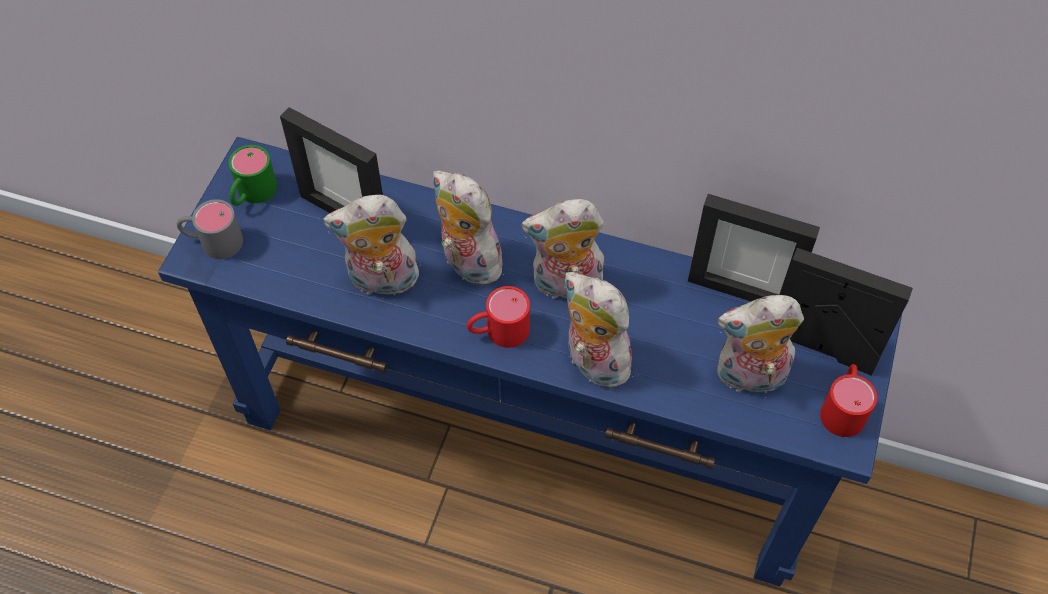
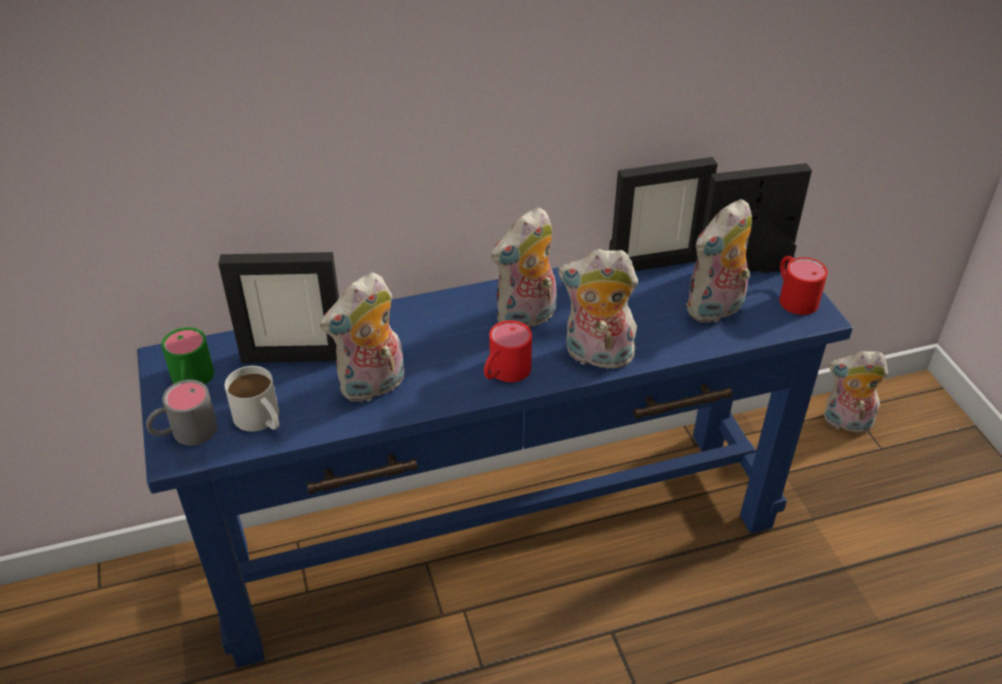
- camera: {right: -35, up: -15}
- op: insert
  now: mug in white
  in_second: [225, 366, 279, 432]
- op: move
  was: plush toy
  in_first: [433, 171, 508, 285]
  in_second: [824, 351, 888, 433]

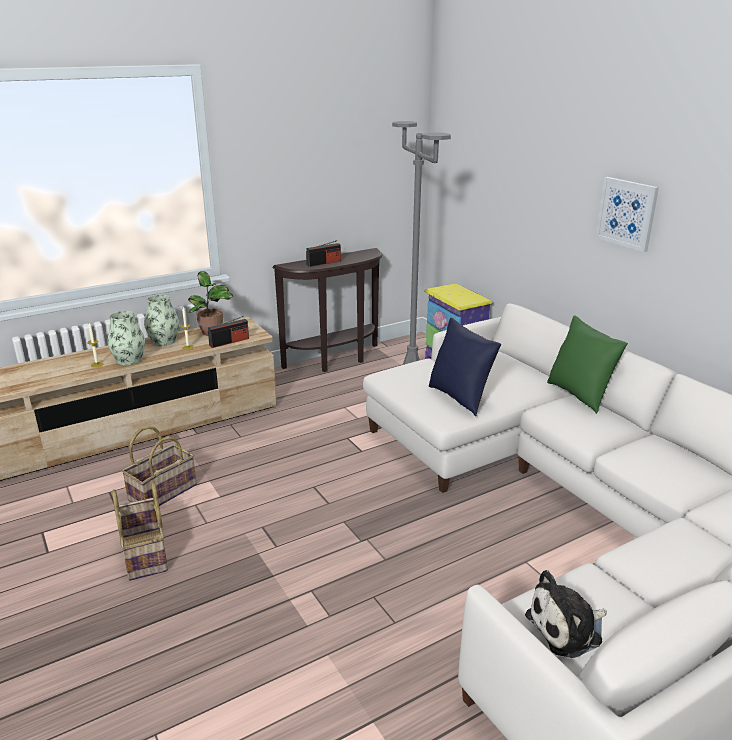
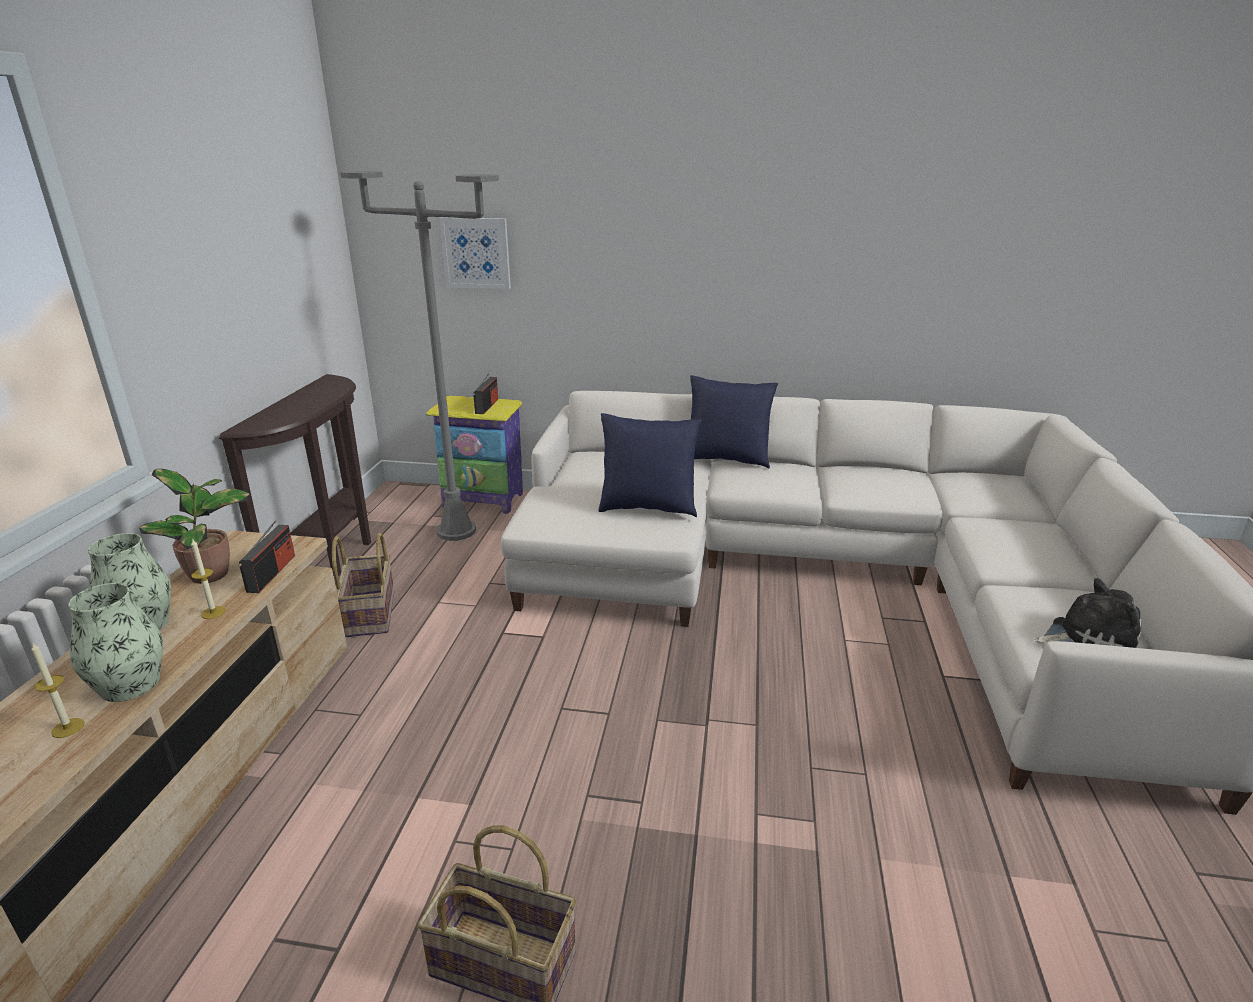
- camera: {right: -50, up: 0}
- op: move
  was: basket
  in_first: [122, 426, 197, 506]
  in_second: [332, 533, 395, 637]
- op: move
  was: picture
  in_first: [595, 177, 659, 252]
  in_second: [439, 217, 511, 289]
- op: move
  was: radio
  in_first: [306, 240, 341, 267]
  in_second: [473, 374, 498, 414]
- op: recolor
  was: pillow in green
  now: pillow in blue
  in_first: [547, 315, 628, 414]
  in_second: [690, 375, 778, 468]
- op: rotate
  was: plush toy
  in_first: [525, 570, 607, 658]
  in_second: [1035, 578, 1142, 648]
  clockwise: -105

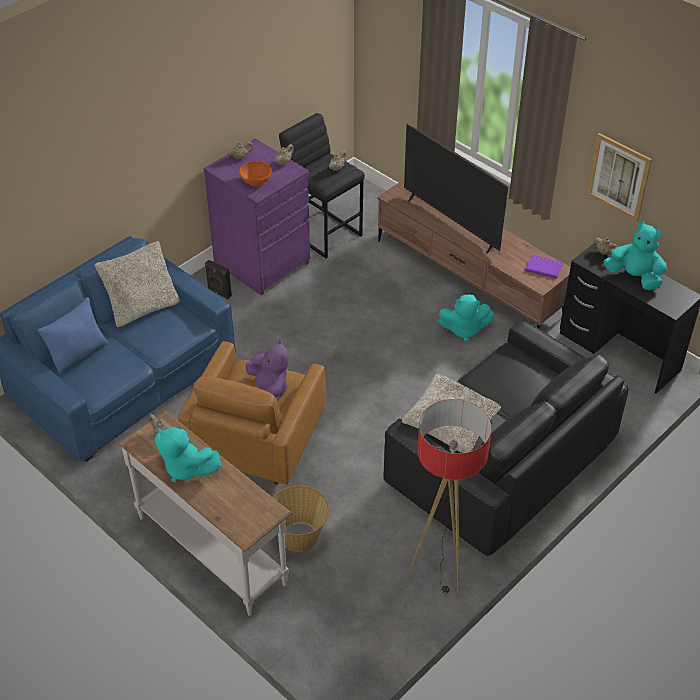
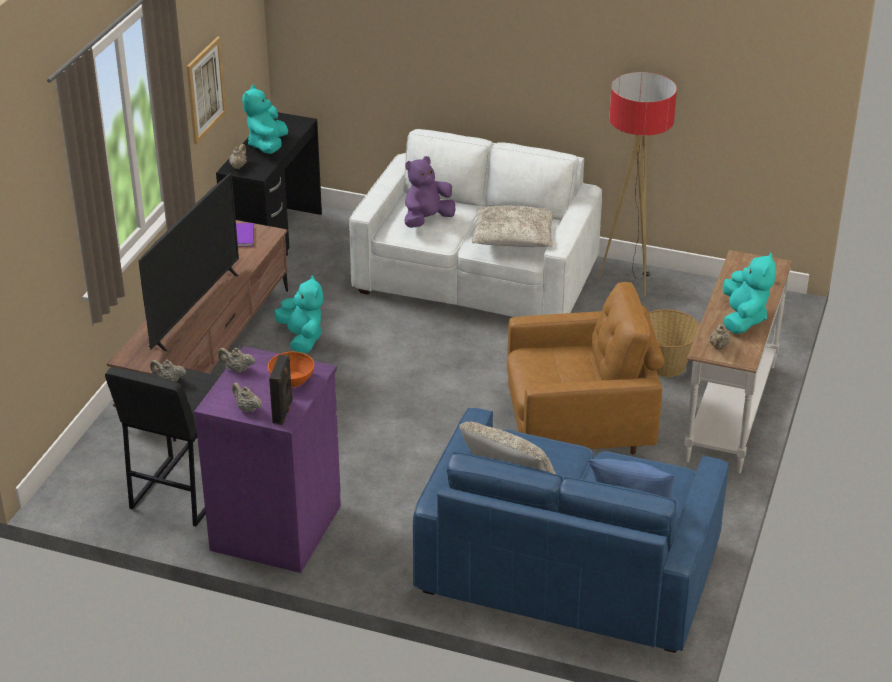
- camera: {right: -115, up: -10}
- op: move
  was: speaker in black
  in_first: [205, 260, 232, 299]
  in_second: [269, 354, 293, 425]
- op: recolor
  was: sofa in black
  now: sofa in white
  in_first: [383, 320, 628, 557]
  in_second: [349, 129, 602, 317]
- op: move
  was: plush toy in purple
  in_first: [246, 340, 289, 402]
  in_second: [404, 156, 455, 228]

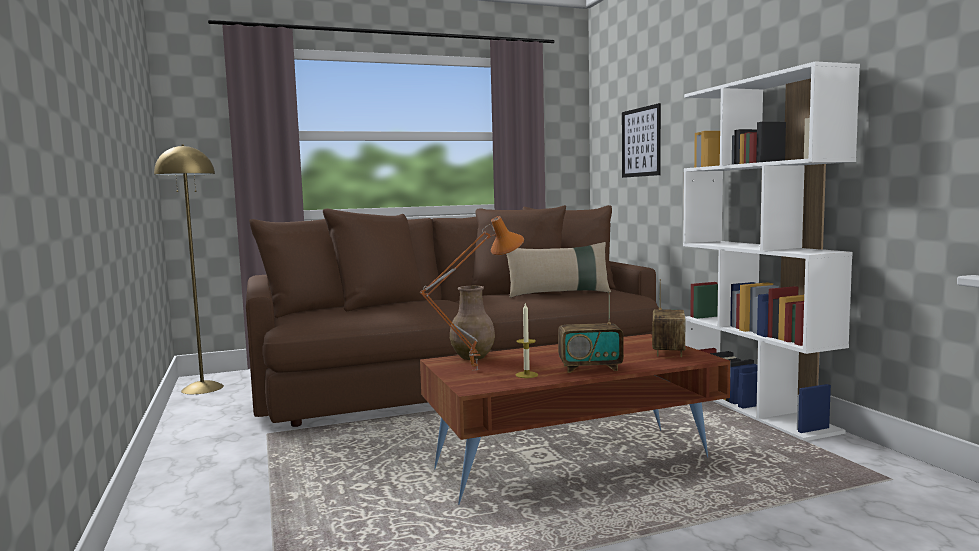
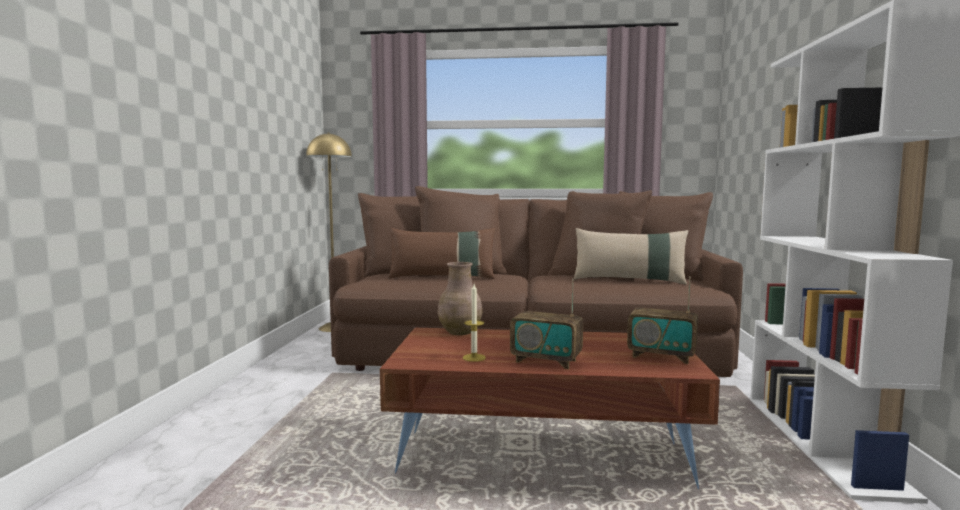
- camera: {right: 25, up: 0}
- op: insert
  now: pillow in brown
  in_second: [389, 228, 496, 279]
- op: rotate
  was: radio
  in_first: [652, 279, 685, 357]
  in_second: [627, 276, 698, 364]
  clockwise: 75
- op: delete
  was: table lamp in orange
  in_first: [420, 216, 524, 371]
- op: delete
  was: picture
  in_first: [622, 103, 661, 178]

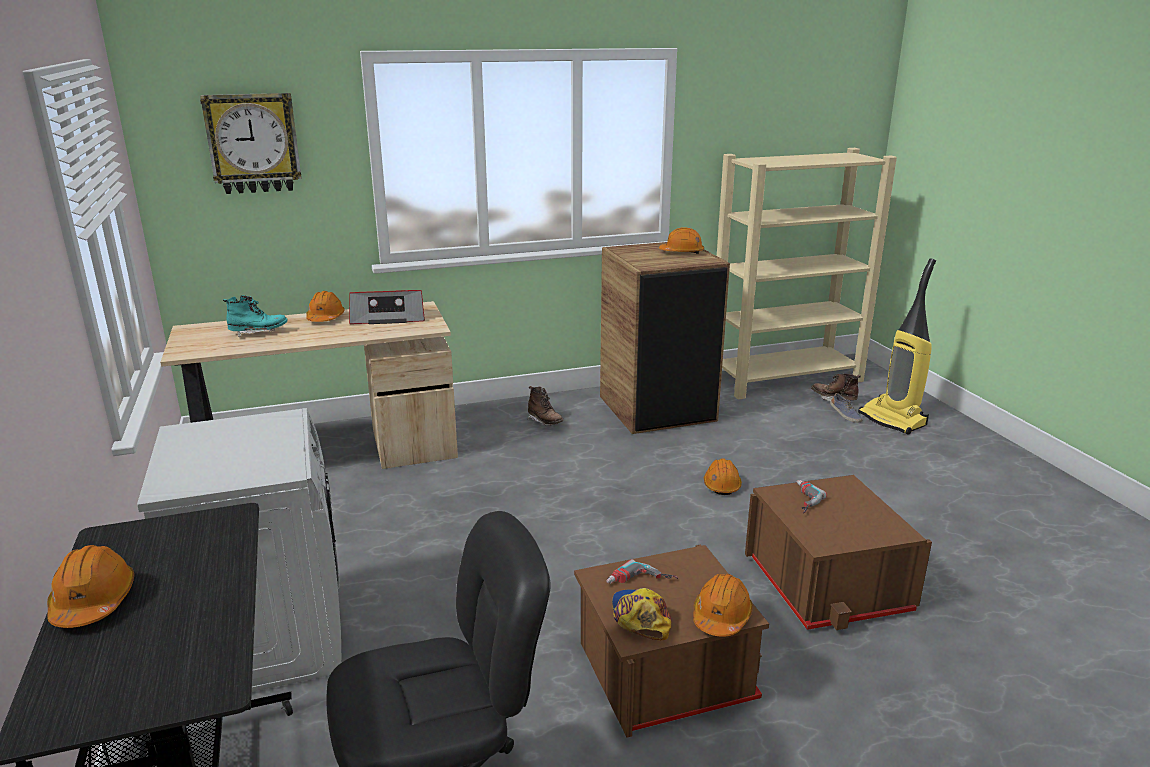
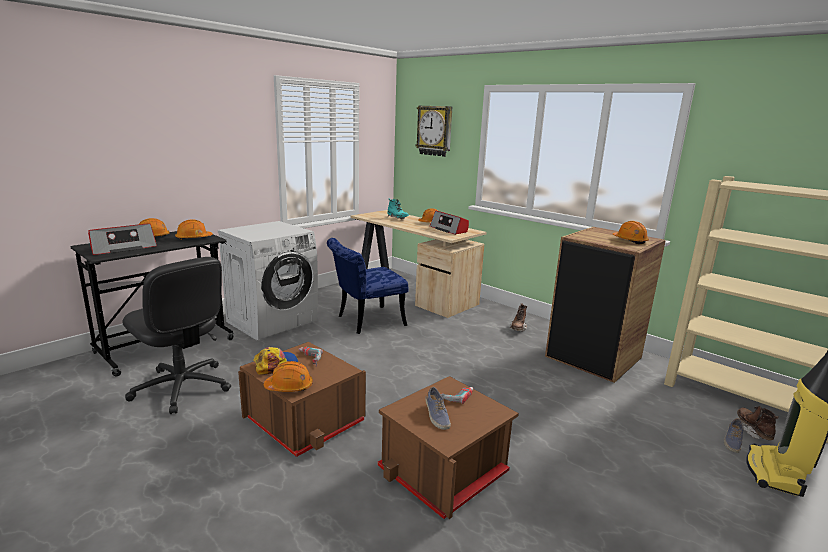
- camera: {right: 60, up: -5}
- op: insert
  now: radio
  in_second: [88, 223, 157, 255]
- op: move
  was: hard hat in orange
  in_first: [704, 458, 742, 495]
  in_second: [175, 219, 213, 240]
- op: insert
  now: chair in blue
  in_second: [327, 238, 408, 334]
- op: insert
  now: shoe
  in_second: [425, 387, 451, 430]

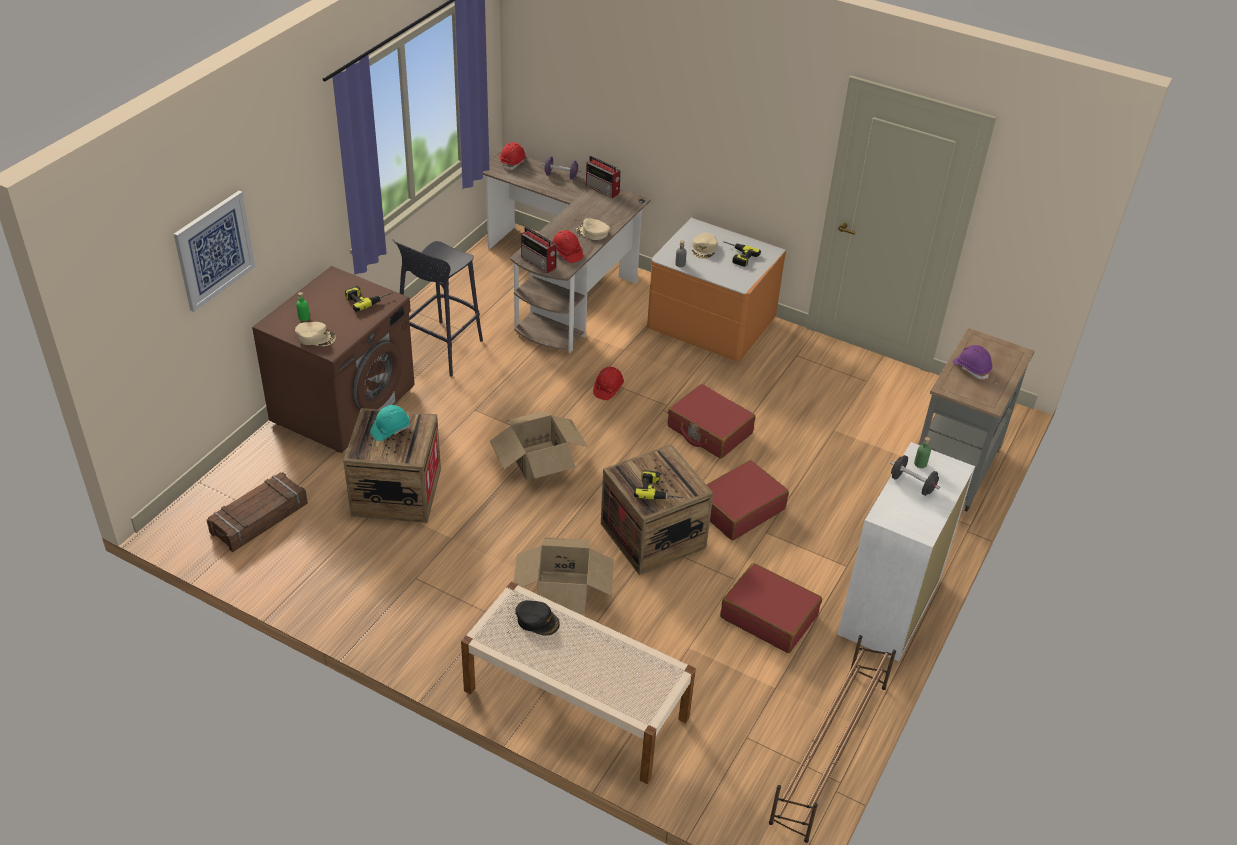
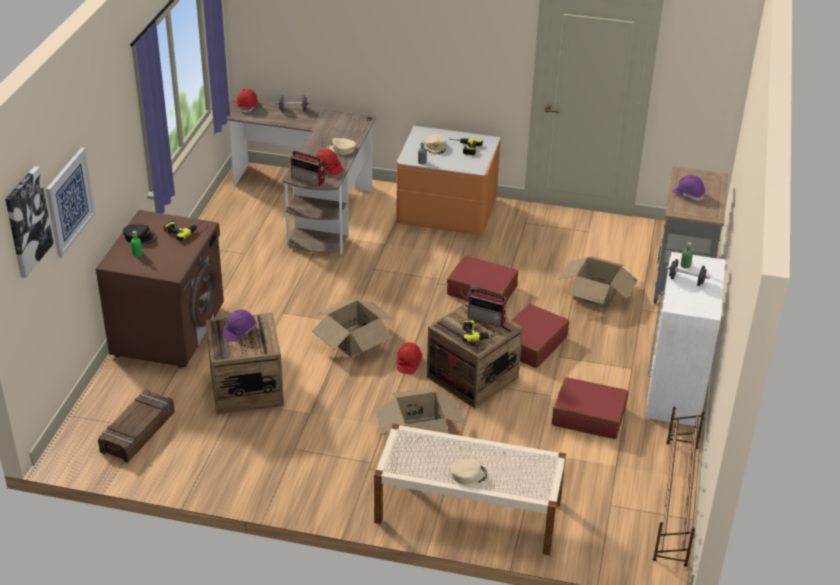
- camera: {right: -15, up: -5}
- op: insert
  now: picture
  in_second: [5, 166, 53, 278]
- op: move
  was: cap in black
  in_first: [515, 600, 560, 636]
  in_second: [122, 224, 157, 244]
- op: recolor
  was: hard hat in turquoise
  now: hard hat in purple
  in_first: [370, 405, 410, 441]
  in_second: [223, 309, 255, 342]
- op: move
  was: hard hat in red
  in_first: [593, 367, 624, 400]
  in_second: [396, 342, 422, 374]
- op: move
  was: cap in beige
  in_first: [295, 322, 336, 346]
  in_second: [450, 459, 489, 485]
- op: move
  was: radio
  in_first: [586, 156, 621, 198]
  in_second: [468, 288, 507, 327]
- op: insert
  now: cardboard box
  in_second: [558, 257, 638, 309]
- op: delete
  was: stool in grey
  in_first: [392, 239, 483, 377]

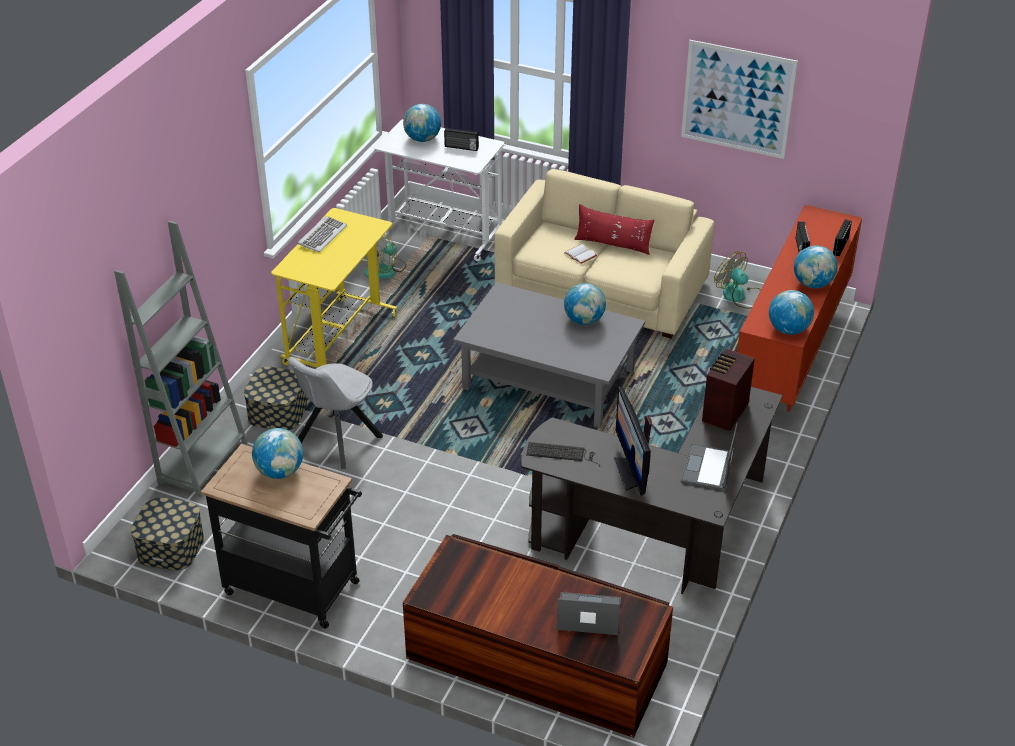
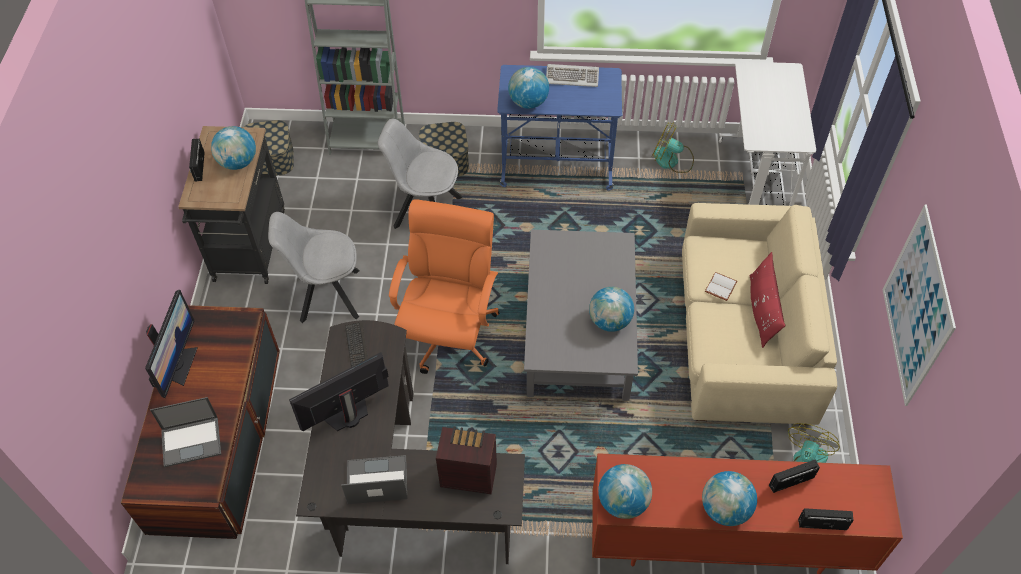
- camera: {right: 70, up: 15}
- op: insert
  now: monitor
  in_second: [145, 290, 197, 398]
- op: rotate
  was: laptop
  in_first: [557, 592, 621, 635]
  in_second: [150, 397, 221, 467]
  clockwise: 90
- op: move
  was: radio
  in_first: [444, 127, 479, 151]
  in_second: [189, 139, 205, 182]
- op: insert
  now: chair in grey
  in_second: [268, 212, 359, 323]
- op: insert
  now: office chair in orange
  in_second: [389, 199, 500, 374]
- op: recolor
  was: desk in yellow
  now: desk in blue
  in_first: [271, 208, 397, 368]
  in_second: [497, 65, 622, 191]
- op: move
  was: globe
  in_first: [403, 104, 441, 142]
  in_second: [508, 67, 549, 109]

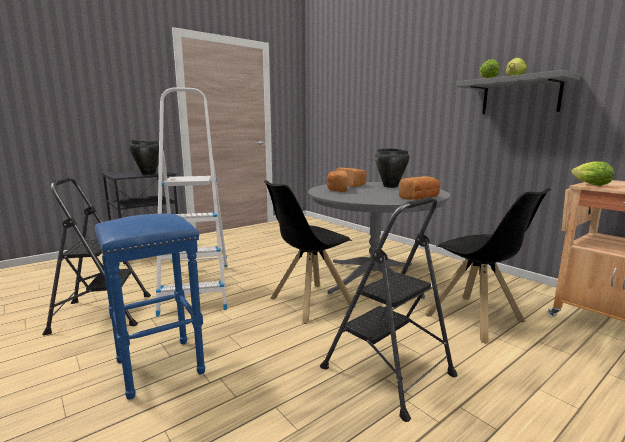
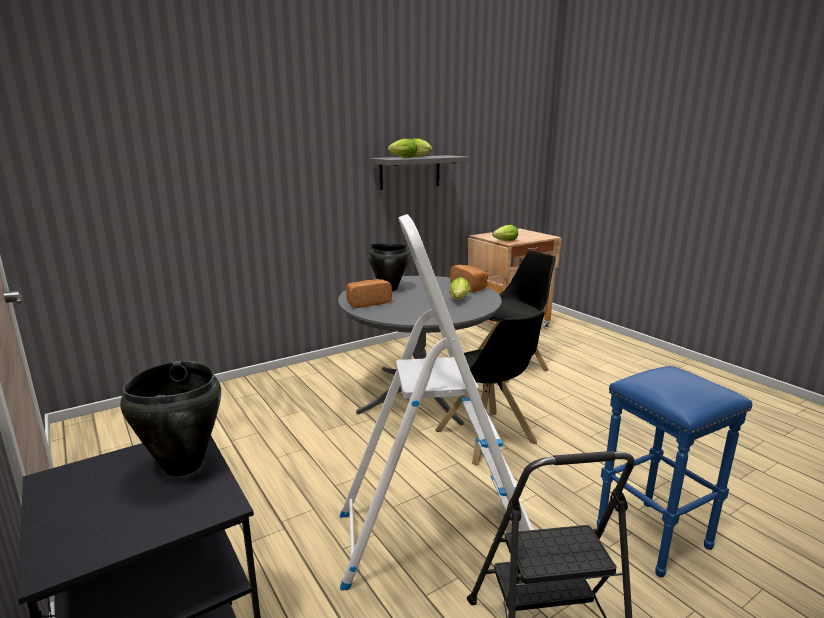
- camera: {right: -85, up: 5}
- op: insert
  now: lettuce
  in_second: [450, 277, 471, 300]
- op: delete
  was: step ladder in black
  in_first: [320, 197, 457, 422]
- op: delete
  was: bread
  in_first: [327, 170, 347, 192]

